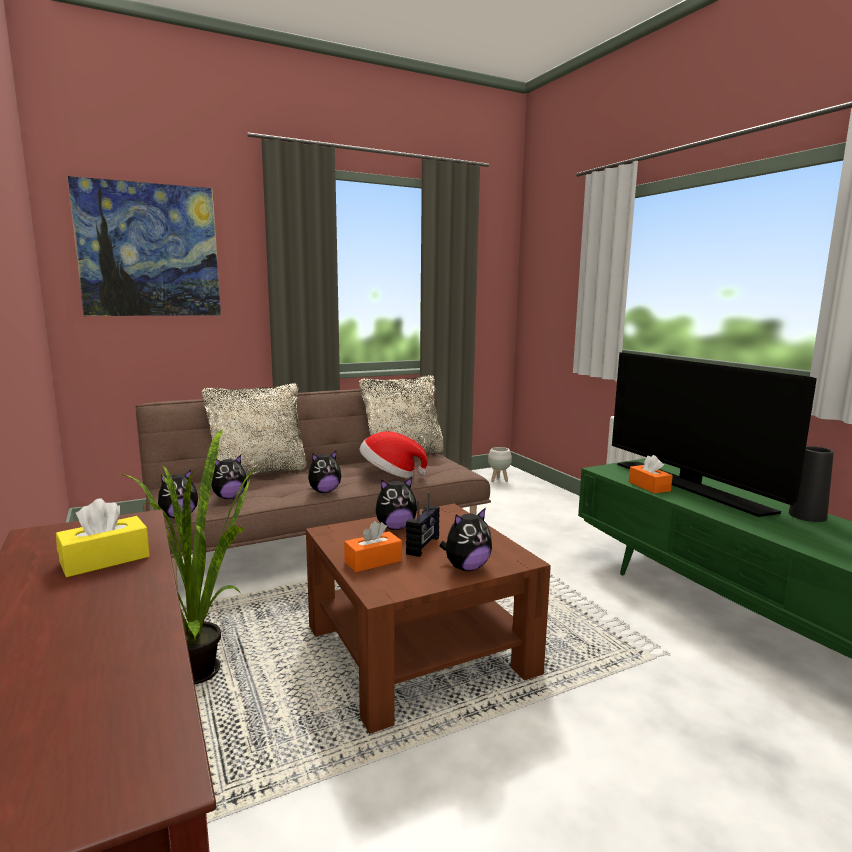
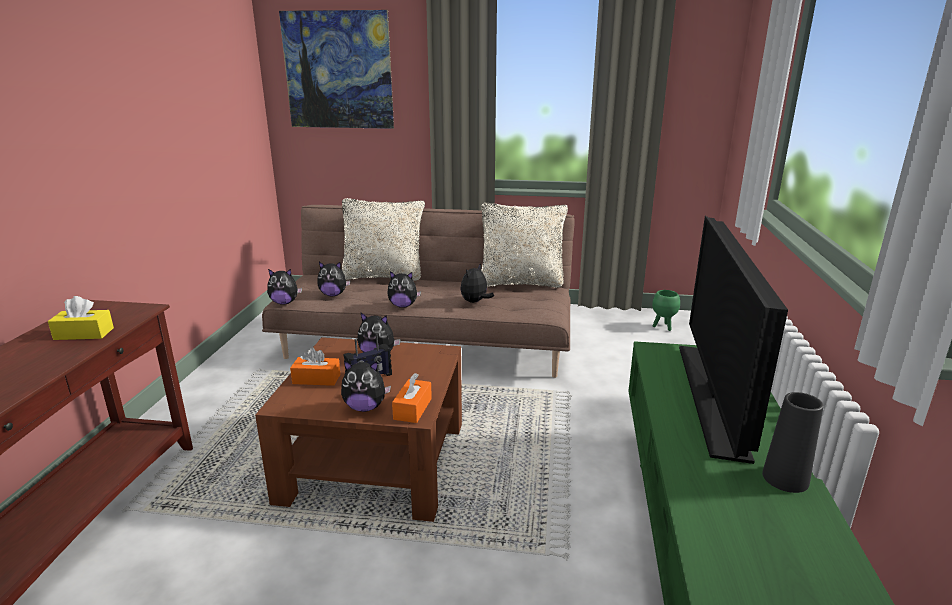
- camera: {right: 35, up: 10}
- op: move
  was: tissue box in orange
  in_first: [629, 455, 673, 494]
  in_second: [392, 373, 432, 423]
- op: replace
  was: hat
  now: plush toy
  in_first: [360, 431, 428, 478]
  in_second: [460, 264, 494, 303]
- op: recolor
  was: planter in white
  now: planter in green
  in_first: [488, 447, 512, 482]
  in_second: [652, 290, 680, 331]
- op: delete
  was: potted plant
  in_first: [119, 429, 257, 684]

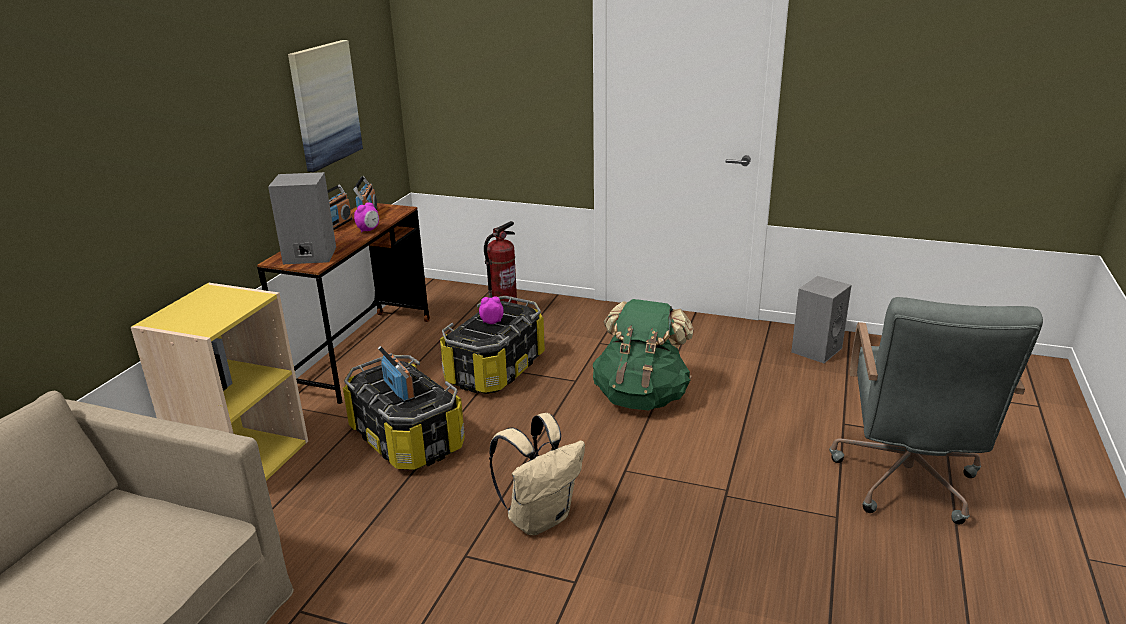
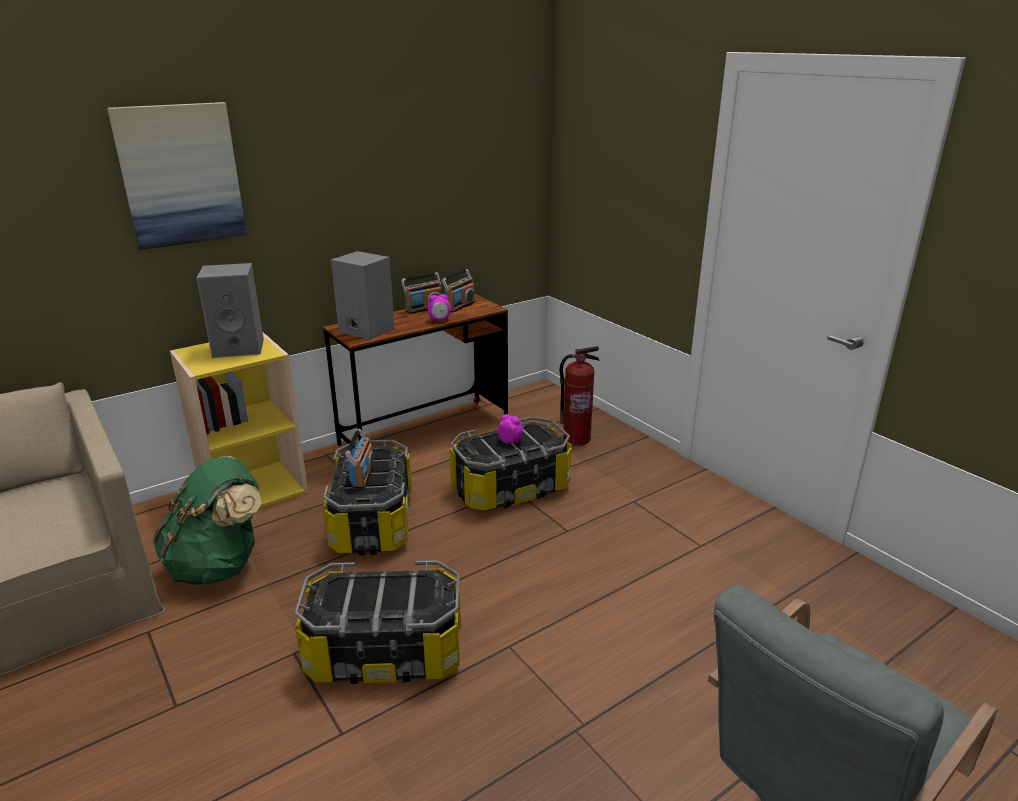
- camera: {right: 35, up: 0}
- op: move
  was: picture
  in_first: [288, 40, 363, 172]
  in_second: [107, 102, 247, 250]
- op: move
  was: backpack in green
  in_first: [593, 299, 694, 410]
  in_second: [153, 456, 262, 585]
- op: move
  was: speaker in grey
  in_first: [791, 276, 851, 363]
  in_second: [197, 263, 264, 358]
- op: replace
  was: backpack in beige
  now: storage box
  in_first: [489, 413, 585, 535]
  in_second: [295, 560, 461, 684]

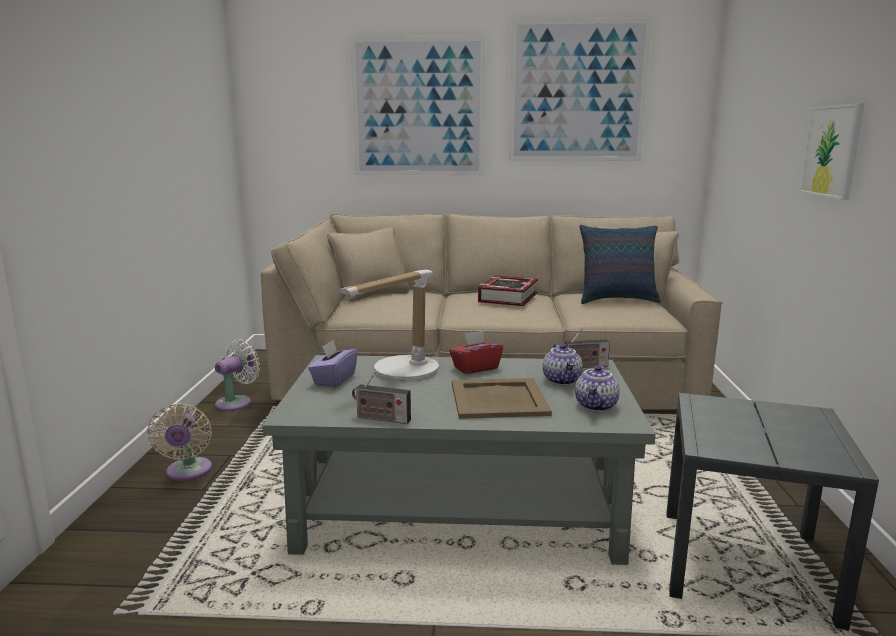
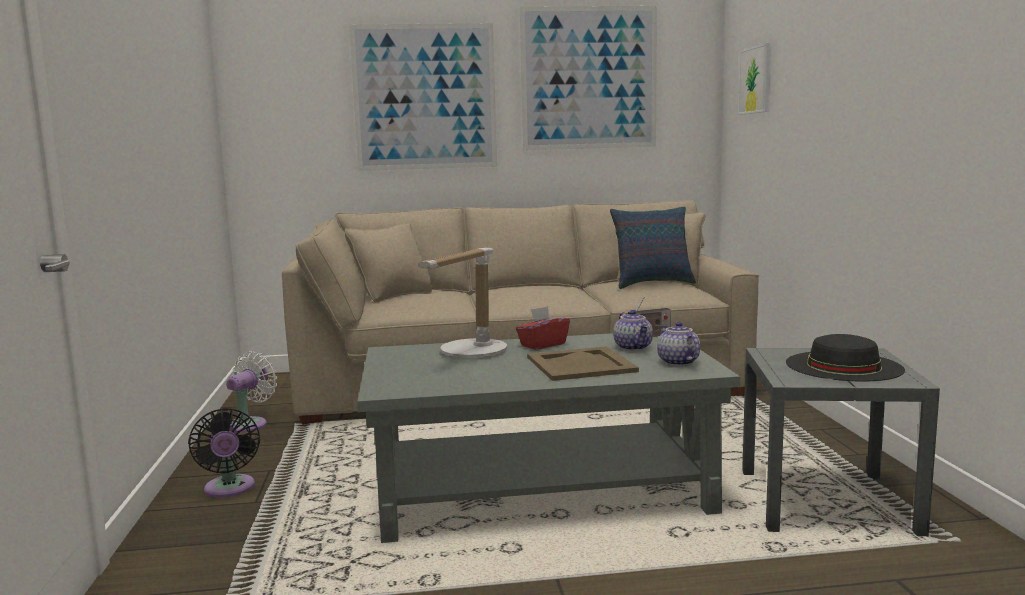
- camera: {right: -10, up: -5}
- op: recolor
  was: fan in beige
  now: fan in black
  in_first: [147, 403, 212, 481]
  in_second: [188, 408, 260, 498]
- op: rotate
  was: teapot
  in_first: [575, 364, 620, 412]
  in_second: [657, 322, 700, 366]
  clockwise: 150
- op: move
  was: picture
  in_first: [799, 103, 864, 200]
  in_second: [738, 43, 771, 115]
- op: insert
  now: hat in black
  in_second: [786, 334, 905, 382]
- op: delete
  was: tissue box in purple
  in_first: [308, 340, 358, 388]
- op: delete
  was: radio
  in_first: [352, 371, 411, 424]
- op: delete
  was: book
  in_first: [478, 275, 538, 306]

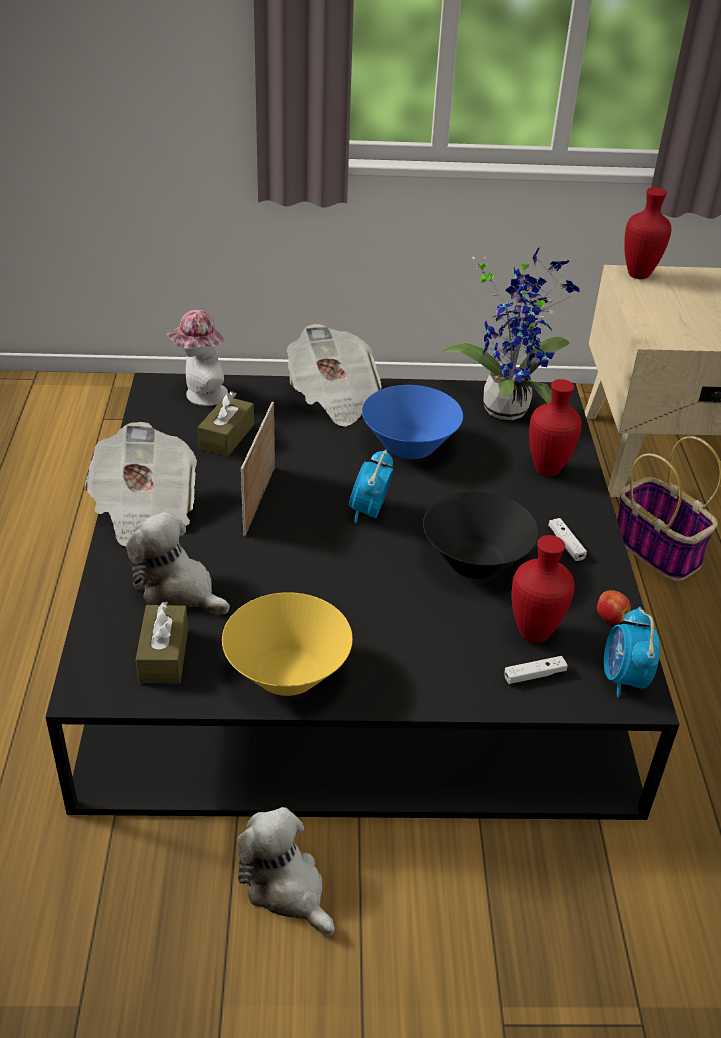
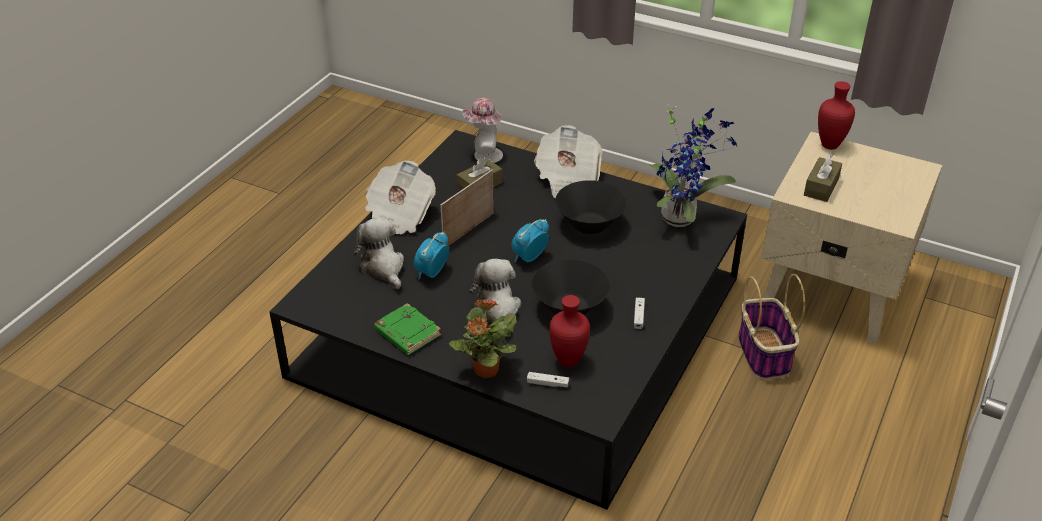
- camera: {right: 30, up: 0}
- op: replace
  was: bowl in yellow
  now: book in green
  in_first: [222, 592, 353, 696]
  in_second: [374, 303, 441, 355]
- op: move
  was: alarm clock
  in_first: [604, 607, 660, 697]
  in_second: [413, 232, 449, 280]
- op: insert
  now: potted plant
  in_second: [449, 299, 517, 378]
- op: move
  was: plush toy
  in_first: [237, 807, 335, 936]
  in_second: [469, 259, 521, 336]
- op: recolor
  was: bowl in blue
  now: bowl in black
  in_first: [362, 385, 463, 459]
  in_second: [555, 180, 627, 234]
- op: move
  was: tissue box in brown
  in_first: [136, 601, 188, 684]
  in_second: [804, 154, 842, 202]
- op: delete
  was: vase in red
  in_first: [529, 379, 582, 477]
- op: delete
  was: apple
  in_first: [597, 590, 631, 624]

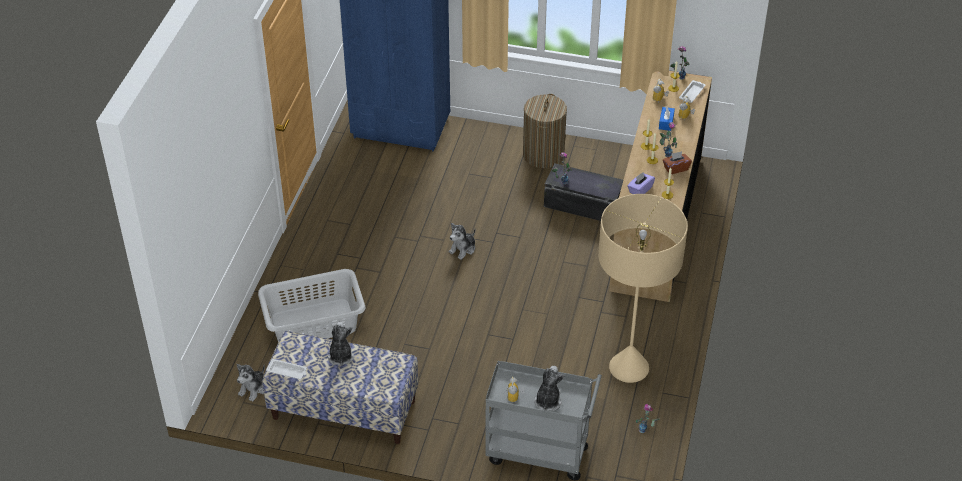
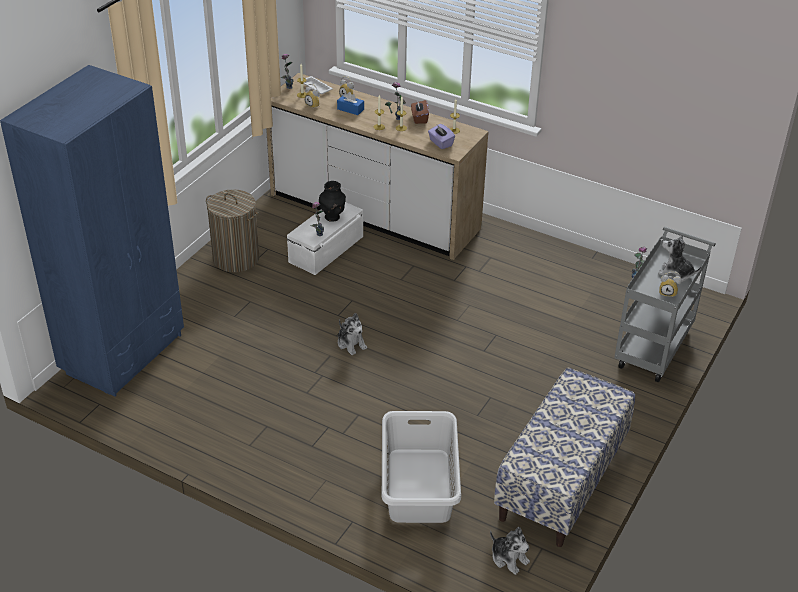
- camera: {right: -75, up: -5}
- op: recolor
  was: storage box in black
  now: storage box in white
  in_first: [544, 163, 623, 221]
  in_second: [287, 202, 363, 275]
- op: insert
  now: vase in black
  in_second: [319, 181, 346, 222]
- op: delete
  was: tray in white
  in_first: [266, 359, 307, 379]
- op: delete
  was: plush toy
  in_first: [328, 322, 354, 366]
- op: delete
  was: floor lamp in beige
  in_first: [598, 194, 688, 383]

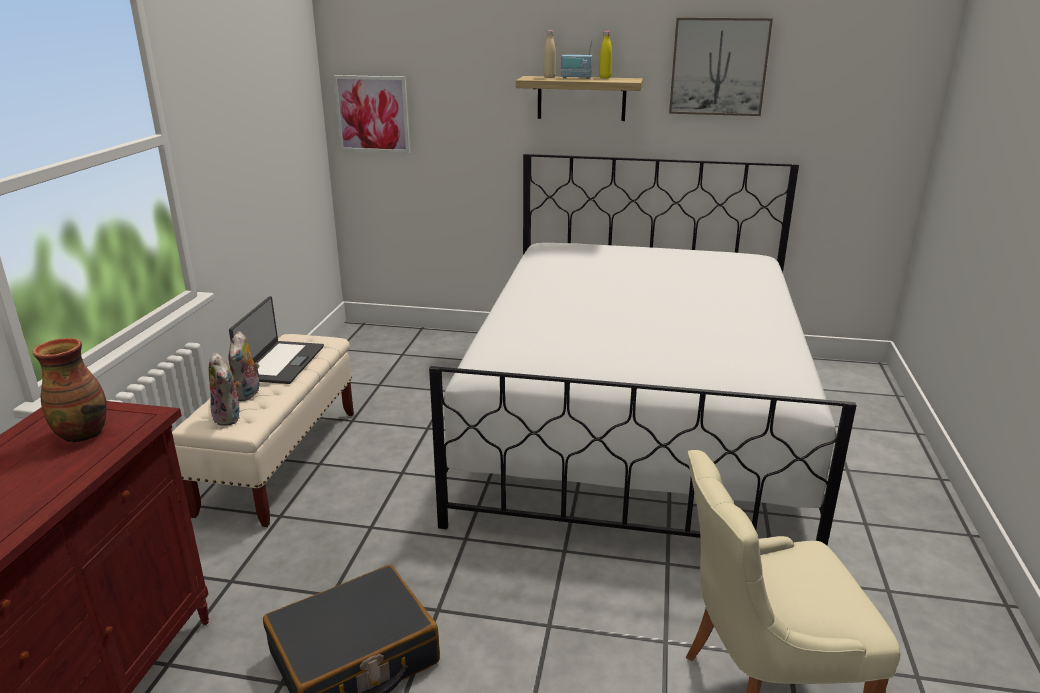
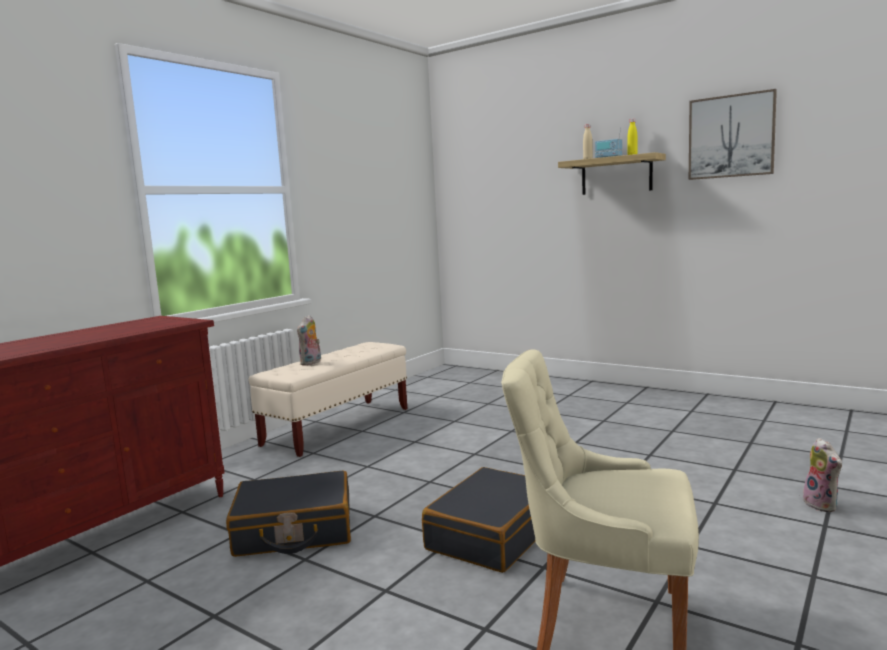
- camera: {right: 25, up: -15}
- op: insert
  now: suitcase in black
  in_second: [422, 467, 535, 573]
- op: move
  was: plush toy
  in_first: [209, 352, 241, 426]
  in_second: [801, 438, 842, 512]
- op: delete
  was: vase
  in_first: [33, 338, 107, 442]
- op: delete
  was: laptop
  in_first: [229, 296, 324, 384]
- op: delete
  was: picture
  in_first: [333, 75, 410, 153]
- op: delete
  was: bed in white
  in_first: [429, 154, 857, 545]

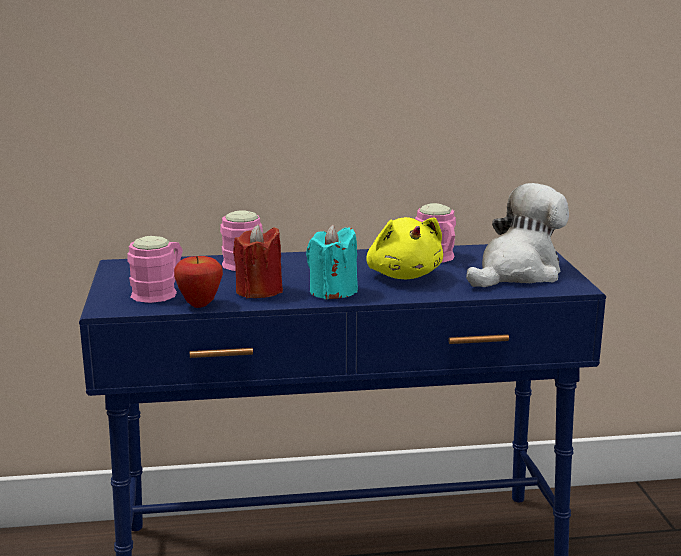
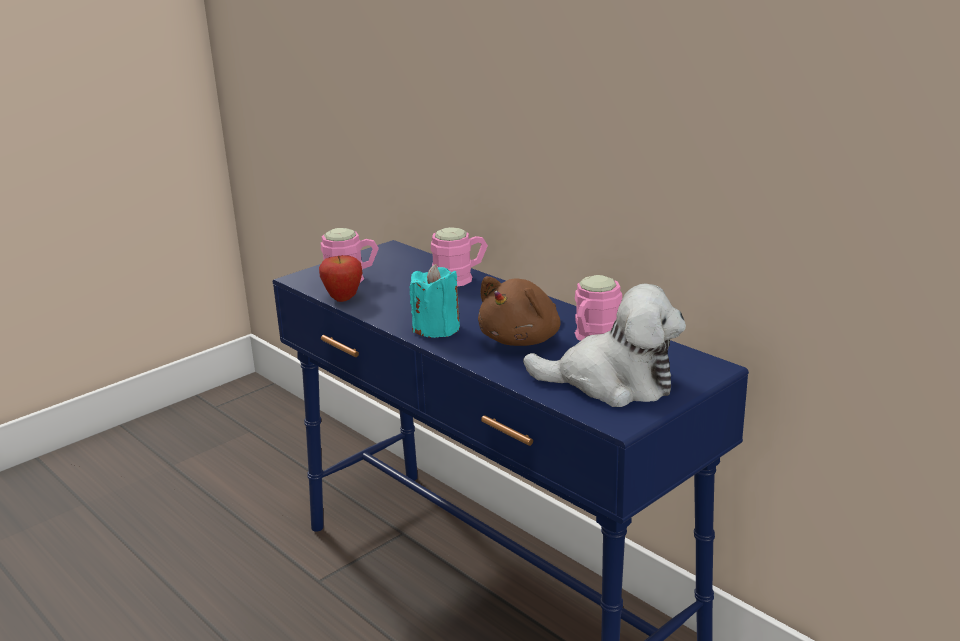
- camera: {right: 55, up: 5}
- op: recolor
  was: plush toy in yellow
  now: plush toy in brown
  in_first: [366, 217, 443, 279]
  in_second: [478, 276, 560, 346]
- op: delete
  was: candle in red
  in_first: [233, 224, 283, 298]

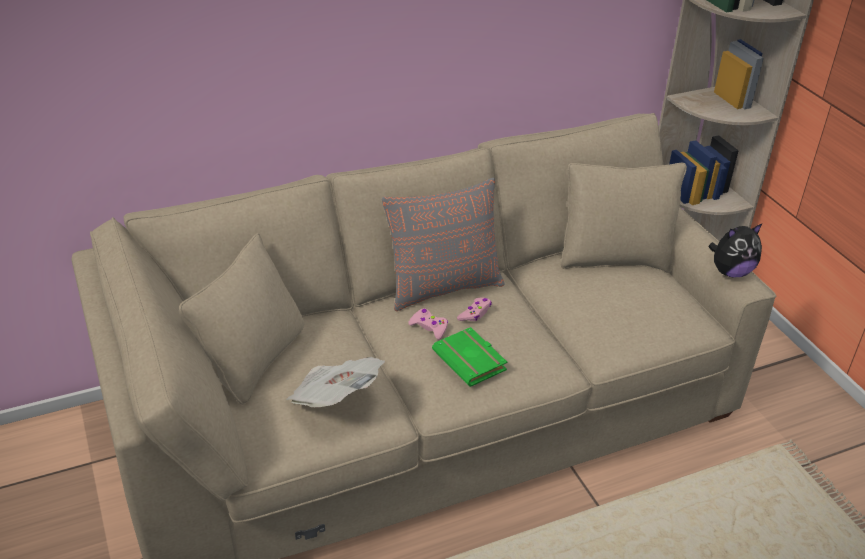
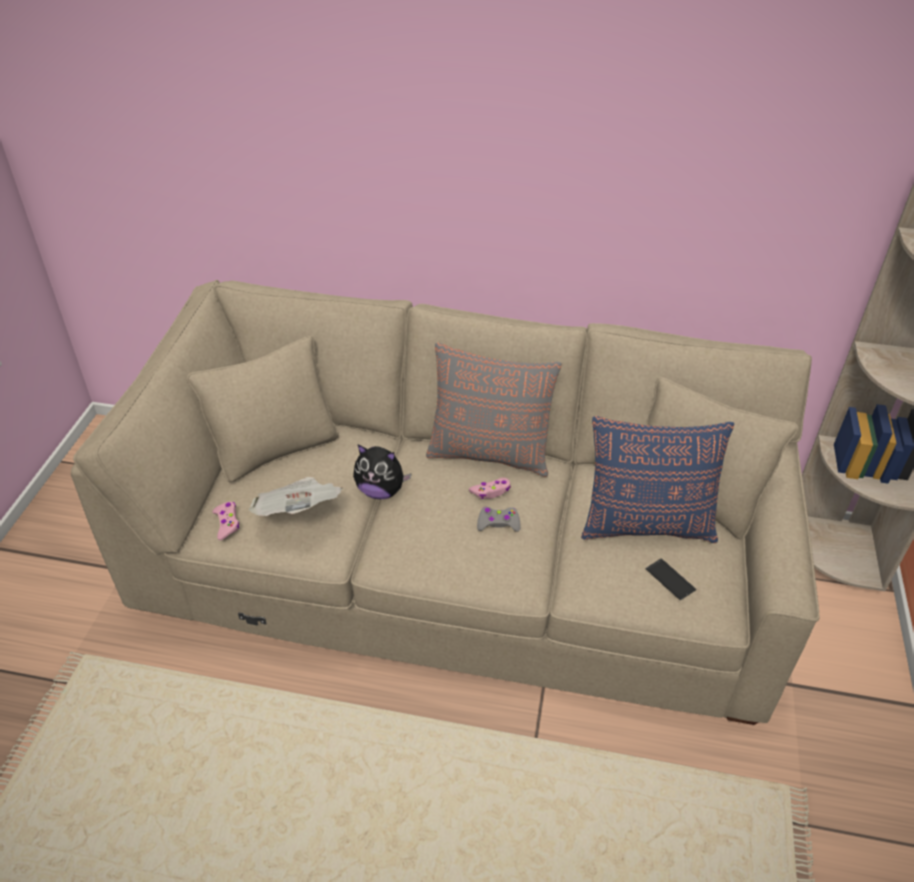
- camera: {right: 35, up: 5}
- op: move
  was: game controller in pink
  in_first: [408, 308, 448, 340]
  in_second: [212, 502, 239, 540]
- op: move
  was: plush toy
  in_first: [708, 224, 762, 277]
  in_second: [353, 444, 412, 499]
- op: insert
  now: game controller in grey
  in_second: [477, 507, 521, 532]
- op: insert
  now: pillow in blue
  in_second: [581, 416, 734, 543]
- op: insert
  now: phone
  in_second: [645, 558, 696, 600]
- op: delete
  was: book in green
  in_first: [432, 327, 507, 387]

